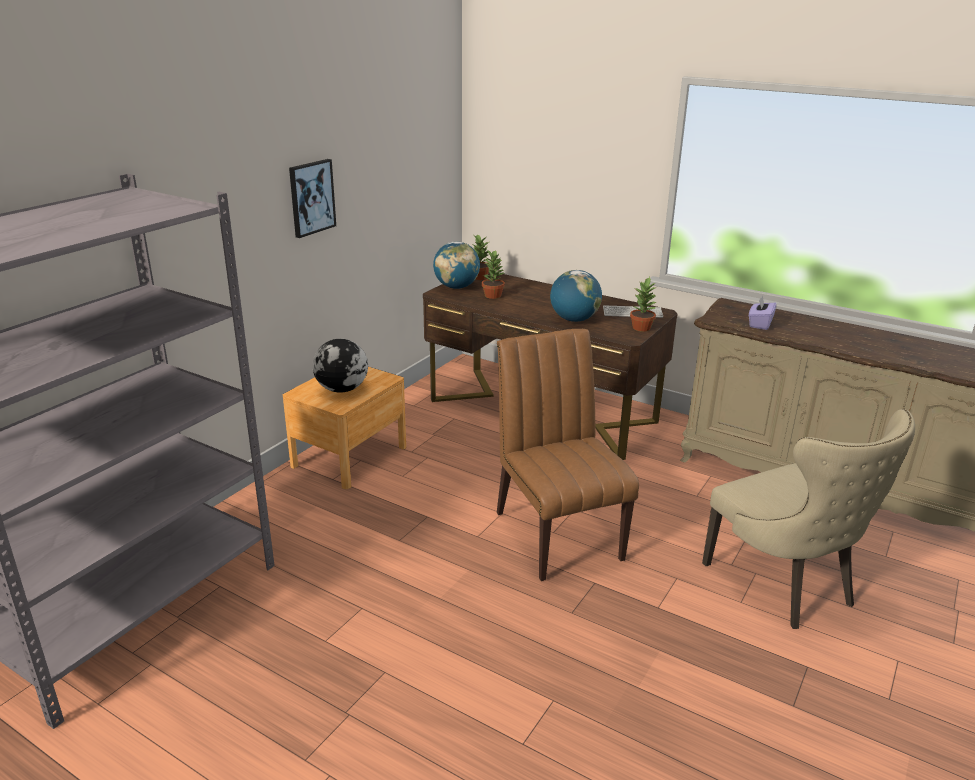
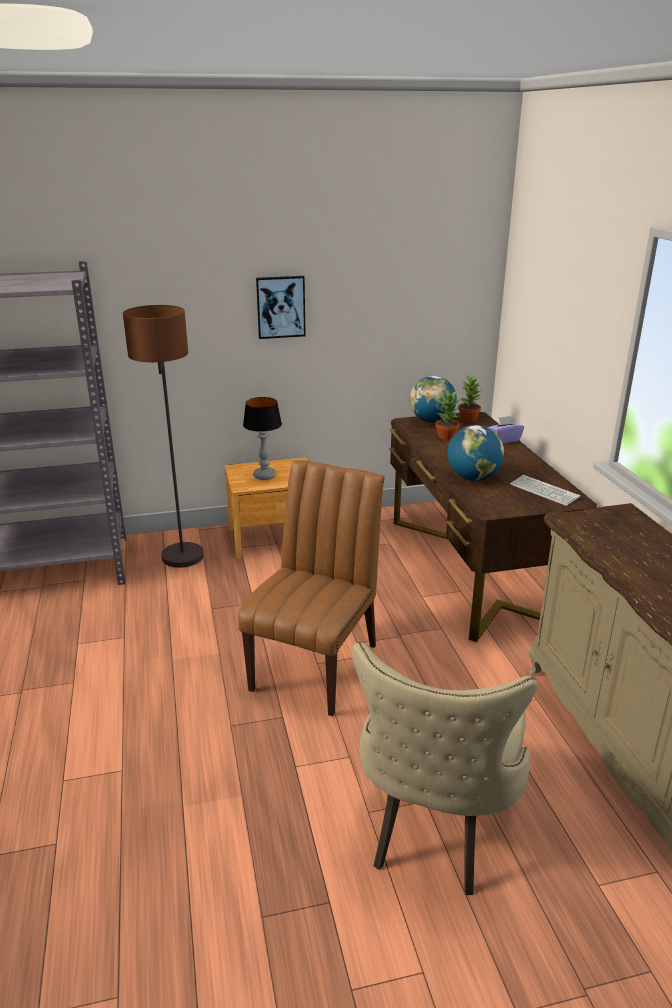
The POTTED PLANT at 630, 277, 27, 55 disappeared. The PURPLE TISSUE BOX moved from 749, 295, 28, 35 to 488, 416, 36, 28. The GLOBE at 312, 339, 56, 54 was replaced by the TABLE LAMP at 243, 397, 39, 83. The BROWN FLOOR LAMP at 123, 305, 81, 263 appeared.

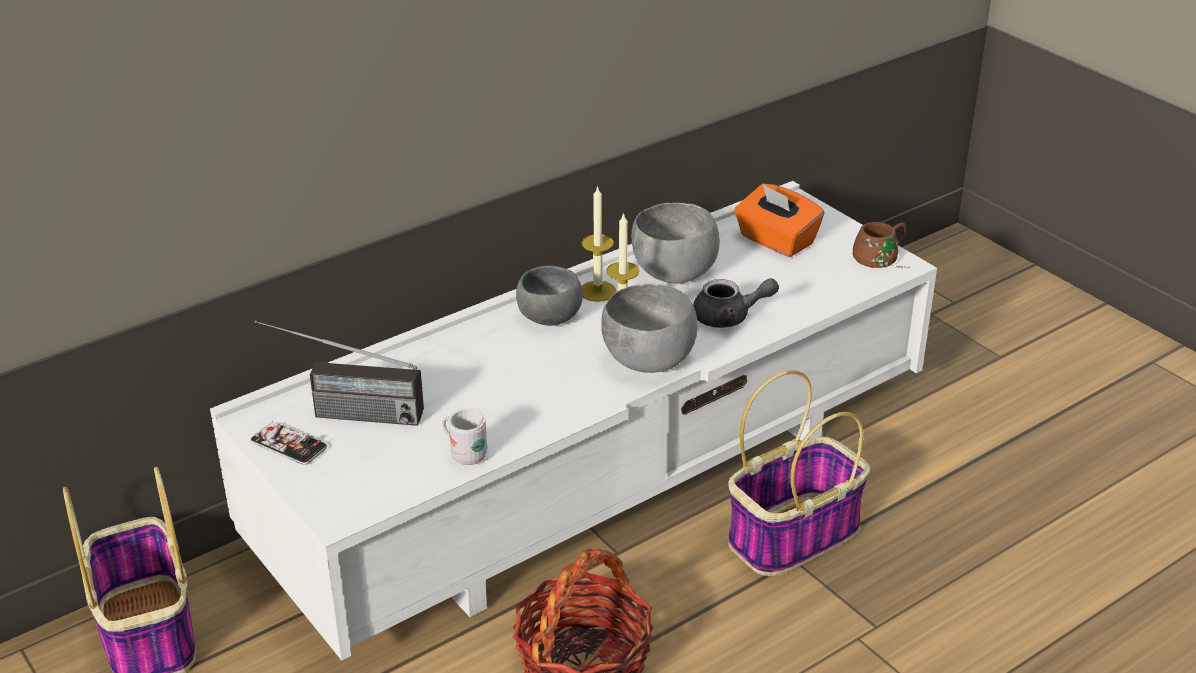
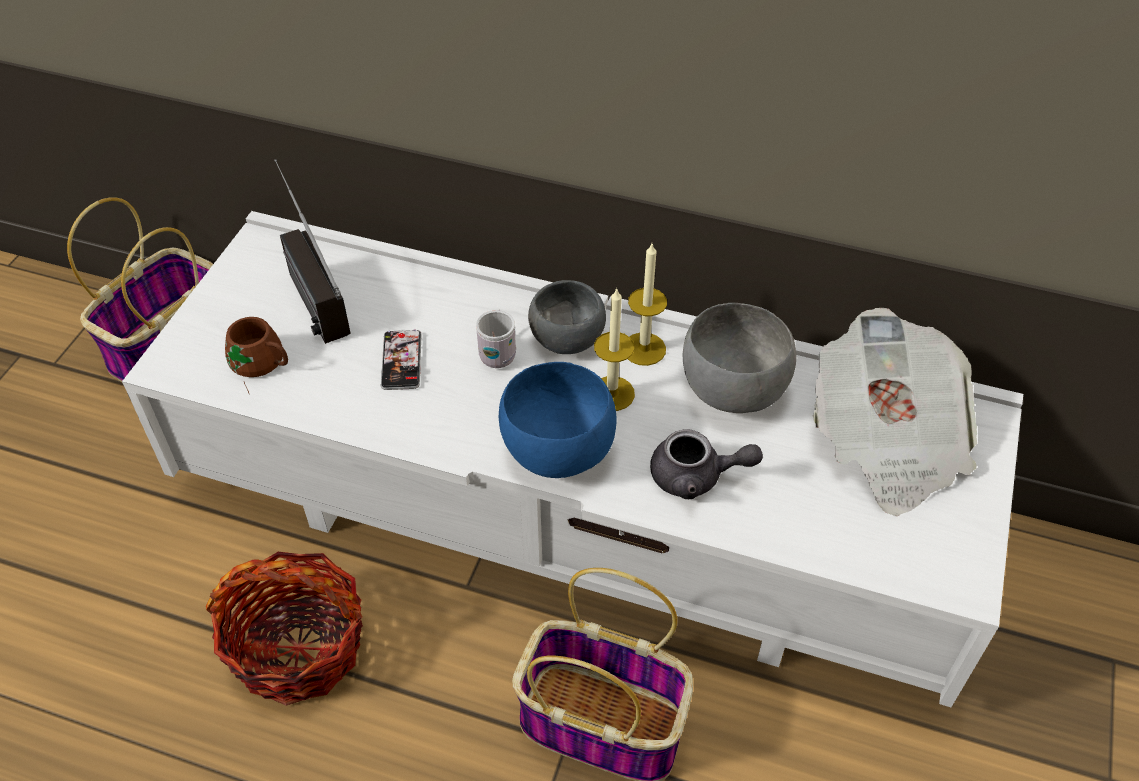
The ORANGE TISSUE BOX at 734, 184, 90, 73 was replaced by the NEWSPAPER at 813, 308, 164, 208. The BROWN MUG moved from 853, 222, 56, 46 to 225, 317, 63, 76. The GREY TEAPOT at 693, 278, 86, 50 turned 45 degrees counterclockwise. The GREY BOWL at 601, 283, 97, 90 became the BLUE BOWL at 499, 362, 118, 116. The WHITE MUG moved from 442, 408, 45, 57 to 476, 310, 40, 58. The PHONE moved from 250, 421, 77, 44 to 381, 329, 41, 61.

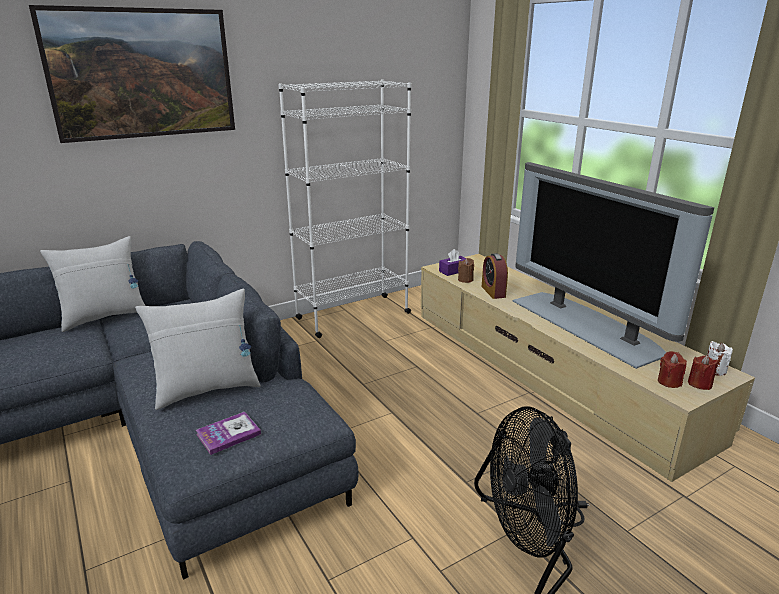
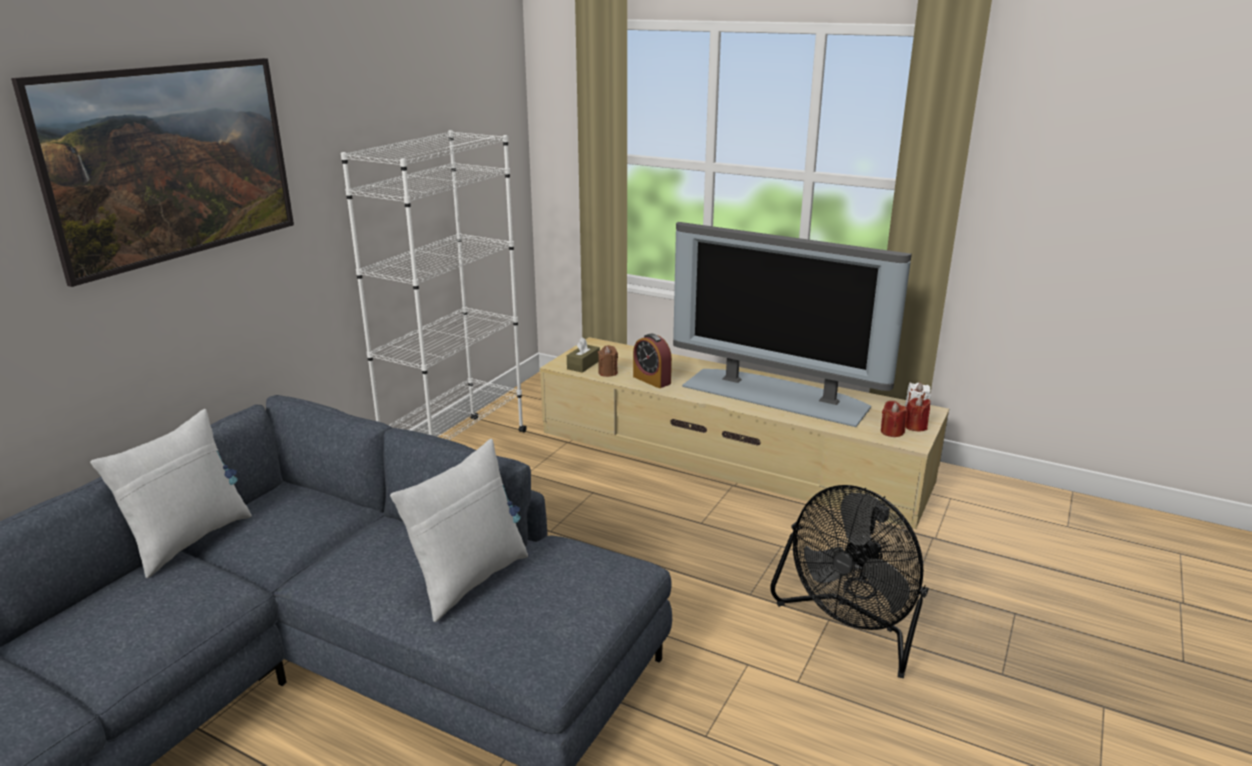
The PURPLE TISSUE BOX at 439, 249, 27, 27 became the BROWN TISSUE BOX at 567, 337, 33, 36. The BOOK at 196, 412, 65, 43 disappeared.

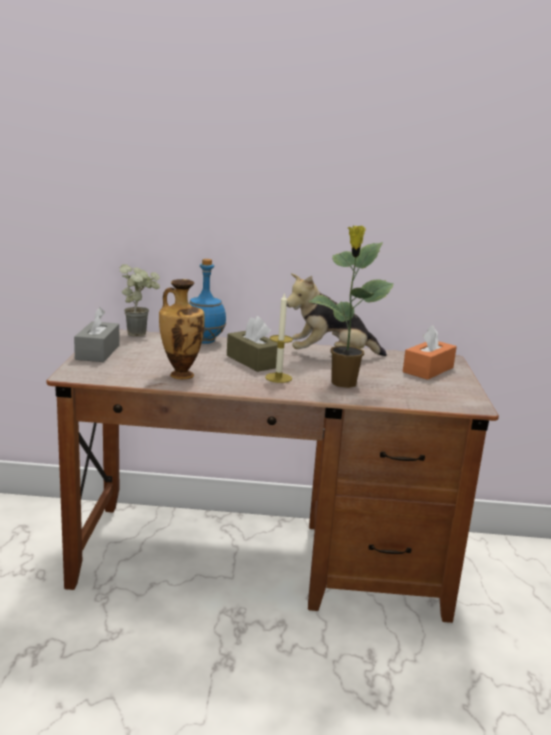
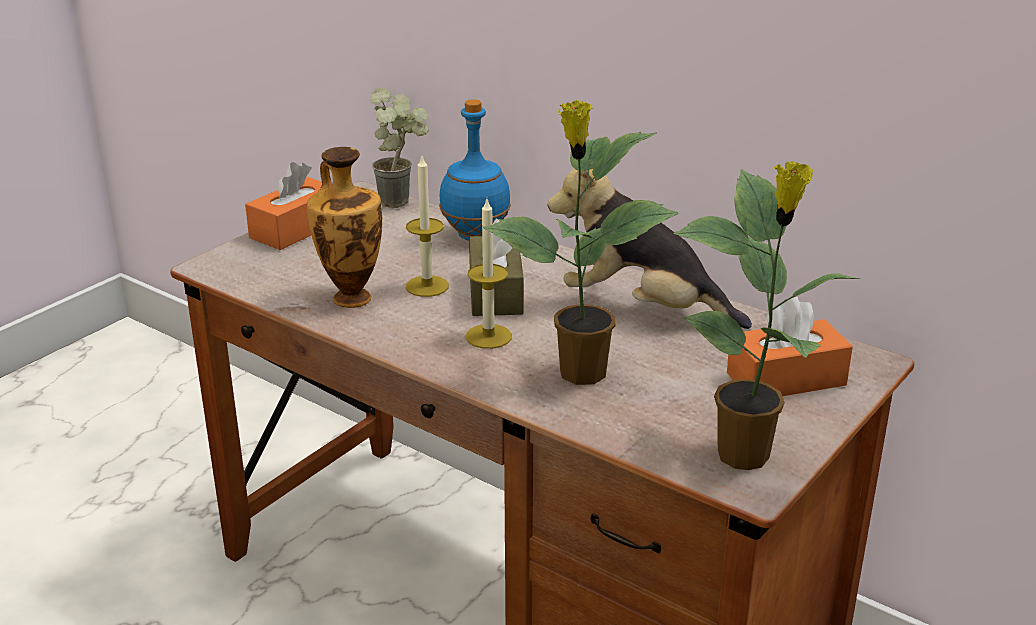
The GREY TISSUE BOX at 74, 307, 45, 55 became the ORANGE TISSUE BOX at 245, 162, 77, 88. The CANDLE at 406, 156, 43, 141 appeared. The POTTED PLANT at 673, 161, 188, 309 appeared.

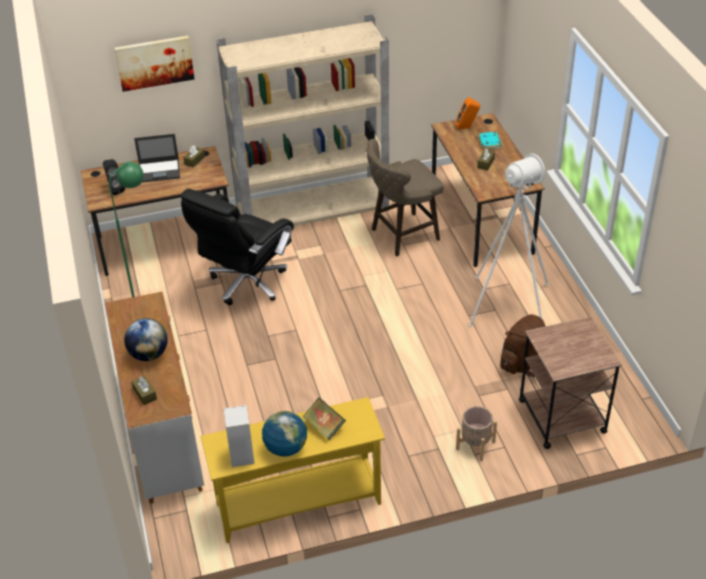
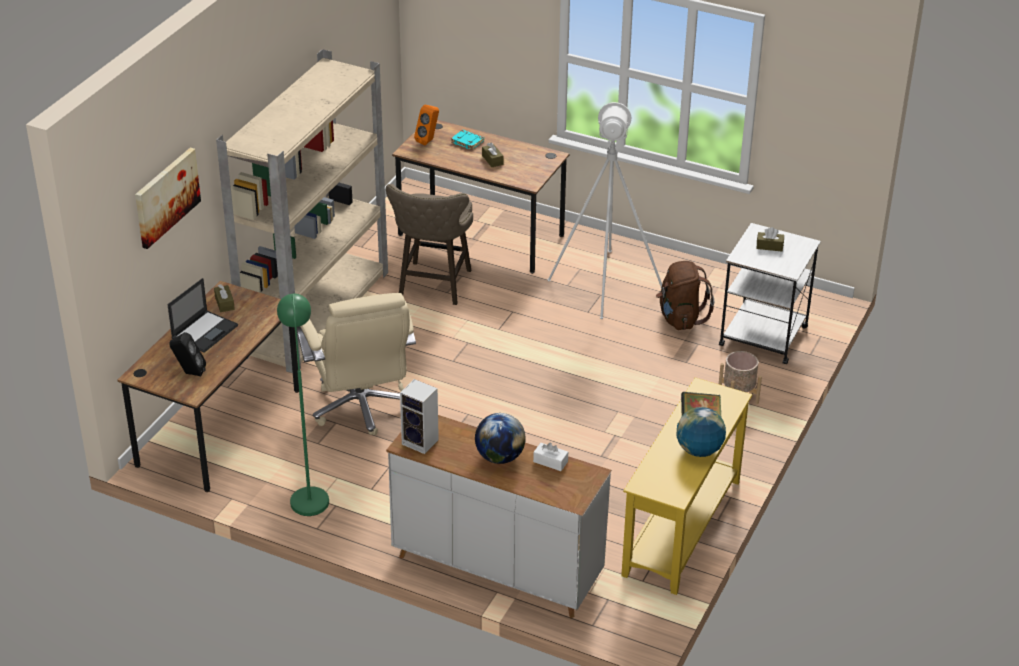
The BLACK OFFICE CHAIR at 181, 189, 113, 116 became the BEIGE OFFICE CHAIR at 297, 293, 119, 142. The BROWN CART at 519, 316, 103, 133 became the WHITE CART at 719, 223, 102, 141. The BROWN TISSUE BOX moved from 131, 376, 26, 29 to 756, 227, 28, 24. The SPEAKER moved from 223, 405, 32, 62 to 400, 379, 39, 75. The WHITE TISSUE BOX at 533, 442, 35, 29 appeared.

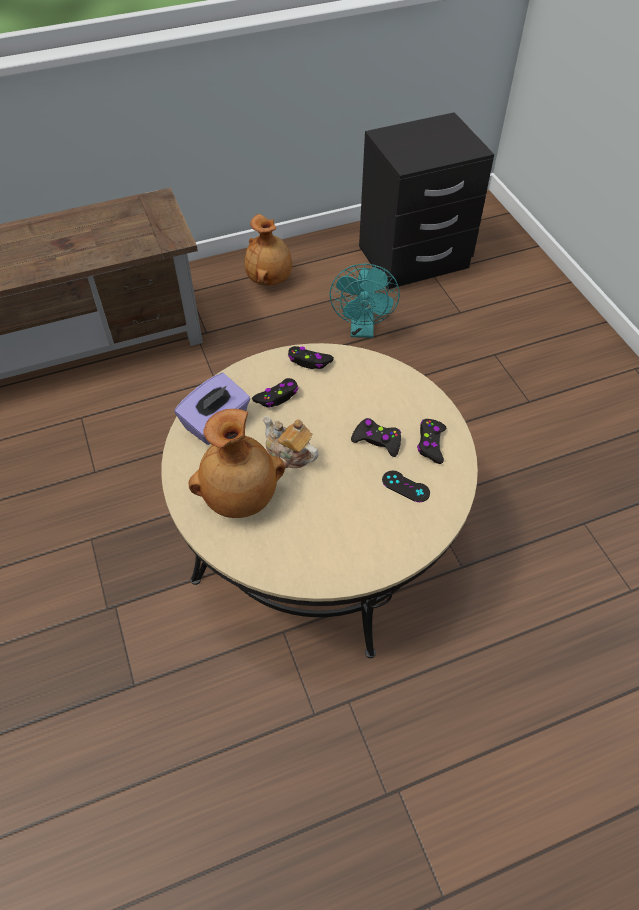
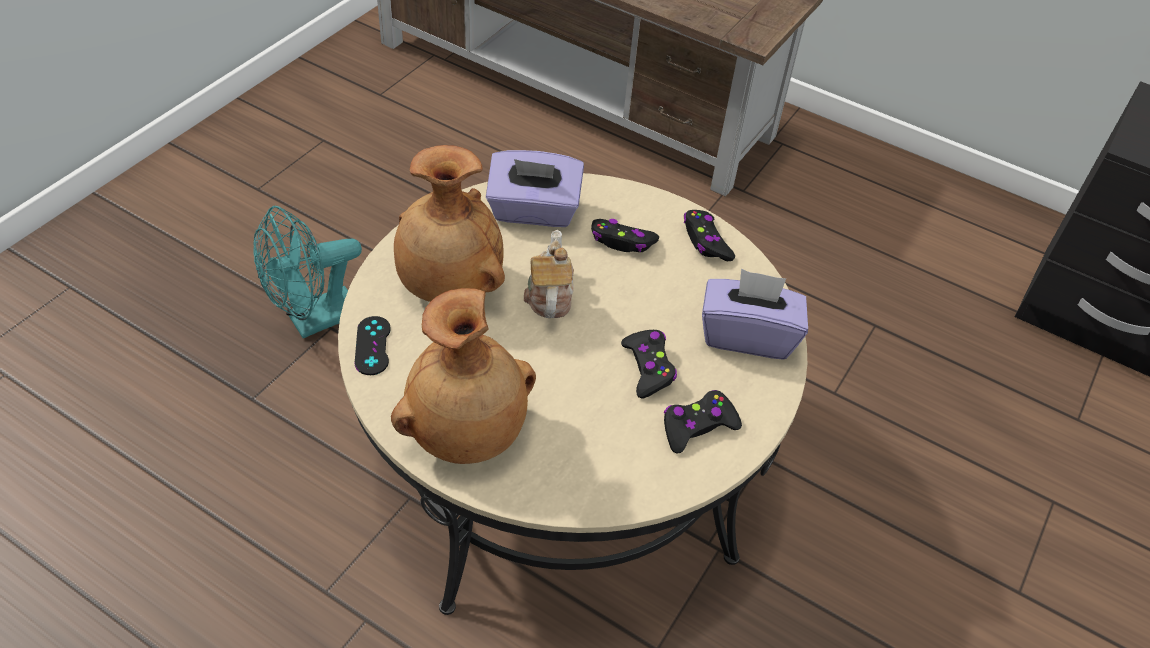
The BROWN VASE moved from 245, 214, 47, 71 to 391, 288, 145, 176. The TURQUOISE FAN moved from 329, 263, 71, 75 to 253, 206, 109, 132. The BLACK GAME CONTROLLER moved from 382, 471, 48, 31 to 355, 316, 36, 59. The PURPLE TISSUE BOX at 702, 269, 106, 91 appeared.

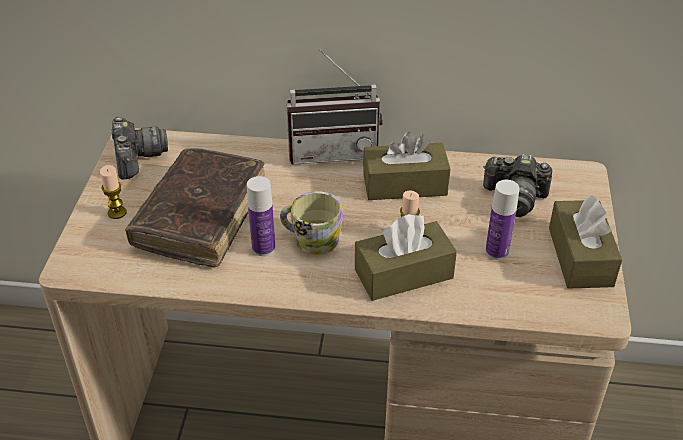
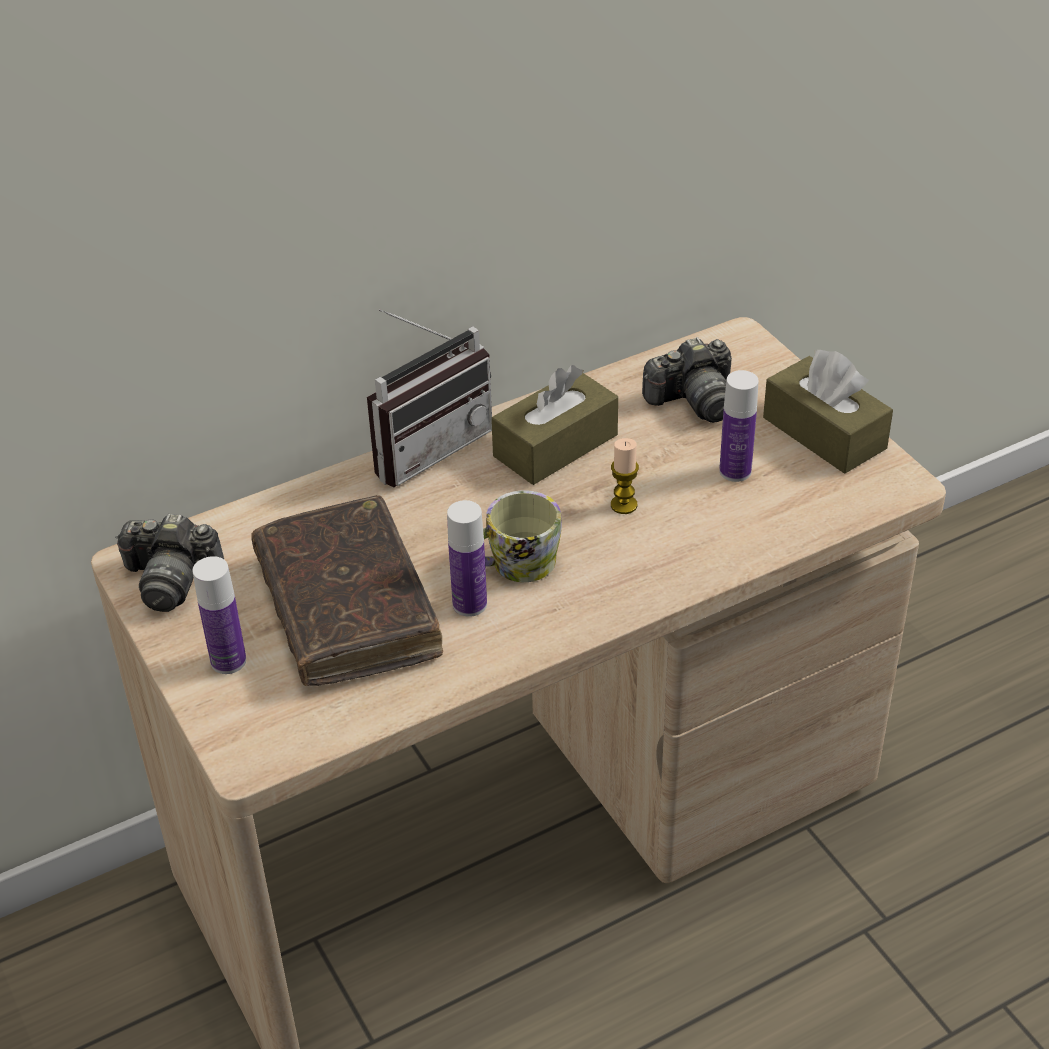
The PHOTO CAMERA at 111, 117, 57, 63 turned 150 degrees clockwise. The CANDLE at 100, 165, 27, 54 was replaced by the BOTTLE at 192, 556, 54, 118. The BROWN TISSUE BOX at 355, 214, 102, 87 disappeared.

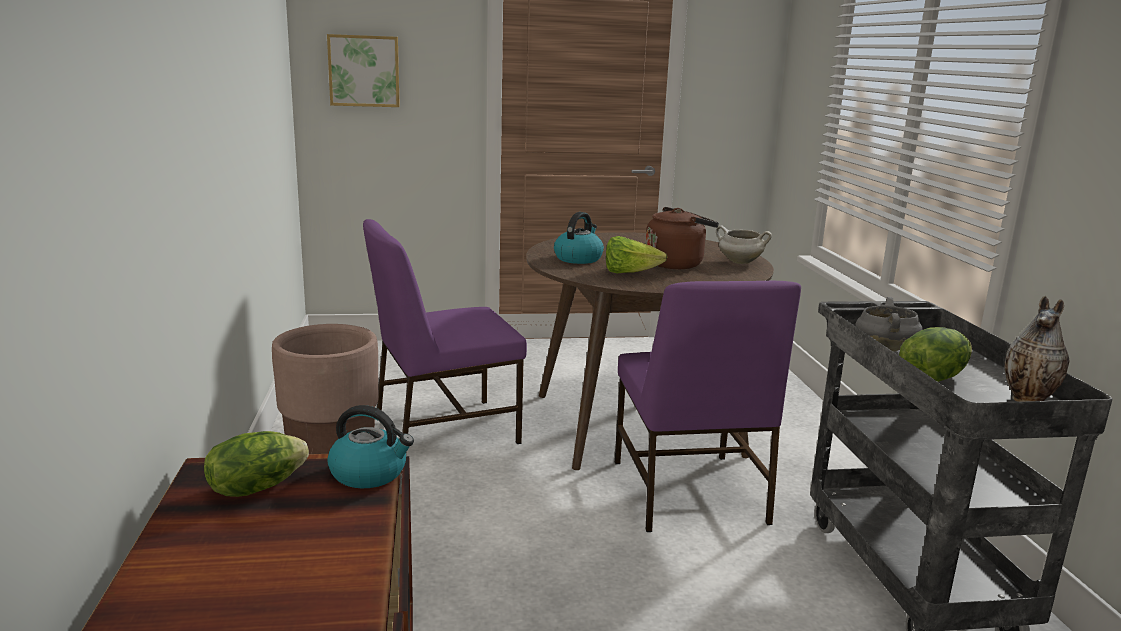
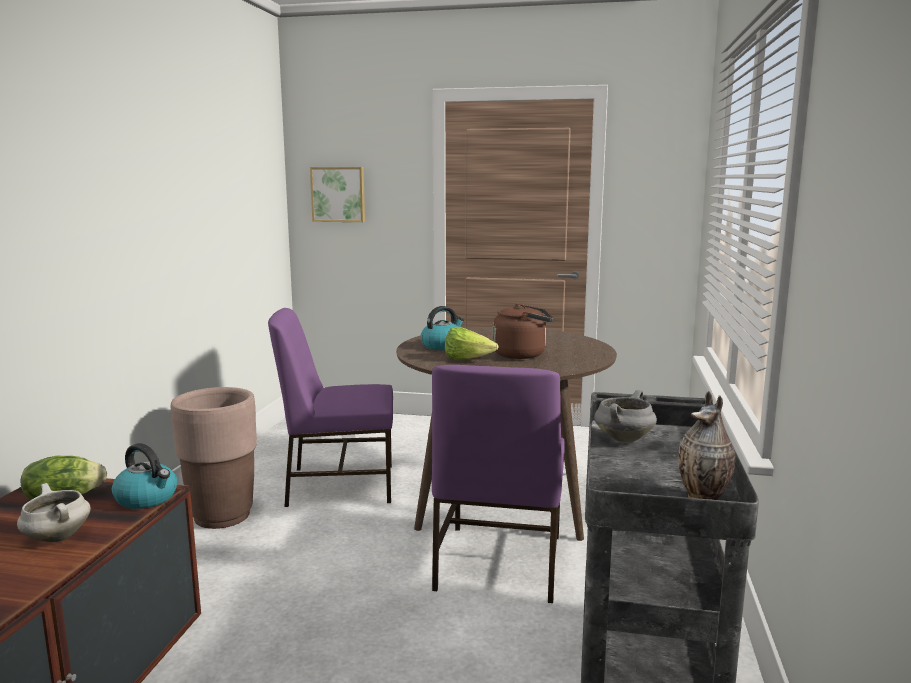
The WHITE COOKING POT moved from 716, 225, 56, 39 to 17, 483, 74, 60. The LETTUCE at 899, 327, 73, 55 disappeared.

